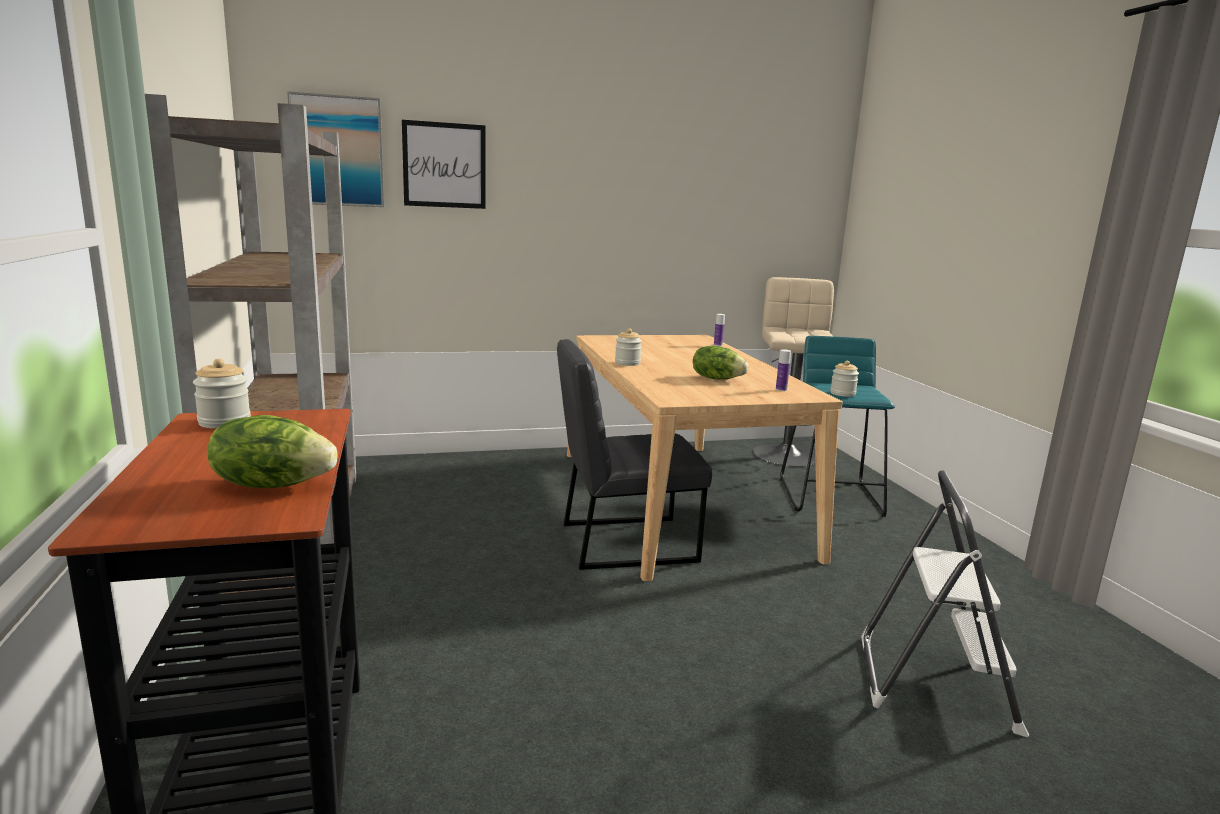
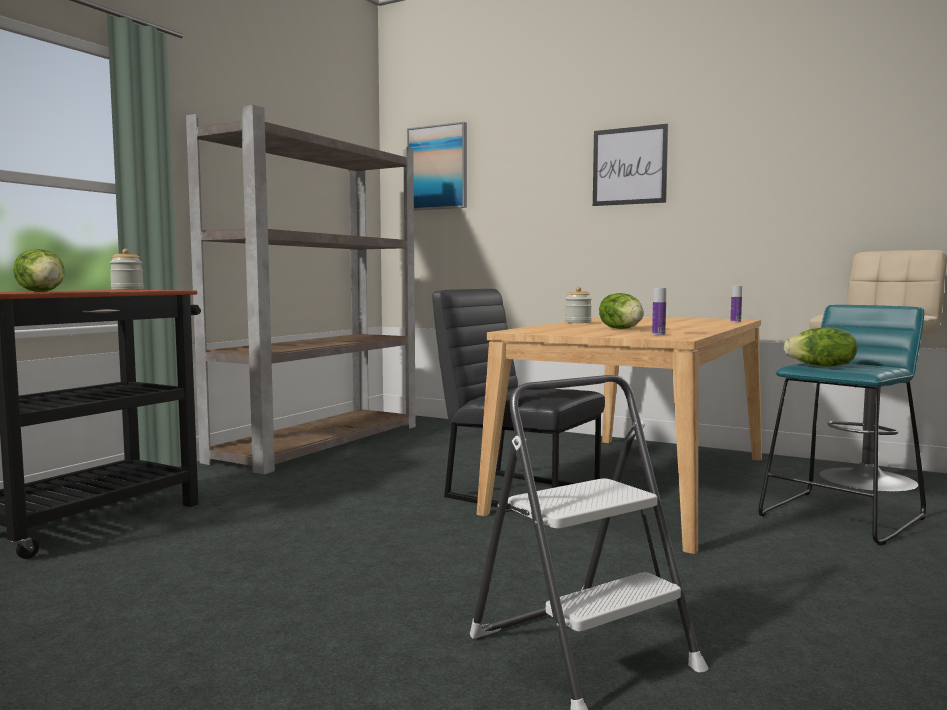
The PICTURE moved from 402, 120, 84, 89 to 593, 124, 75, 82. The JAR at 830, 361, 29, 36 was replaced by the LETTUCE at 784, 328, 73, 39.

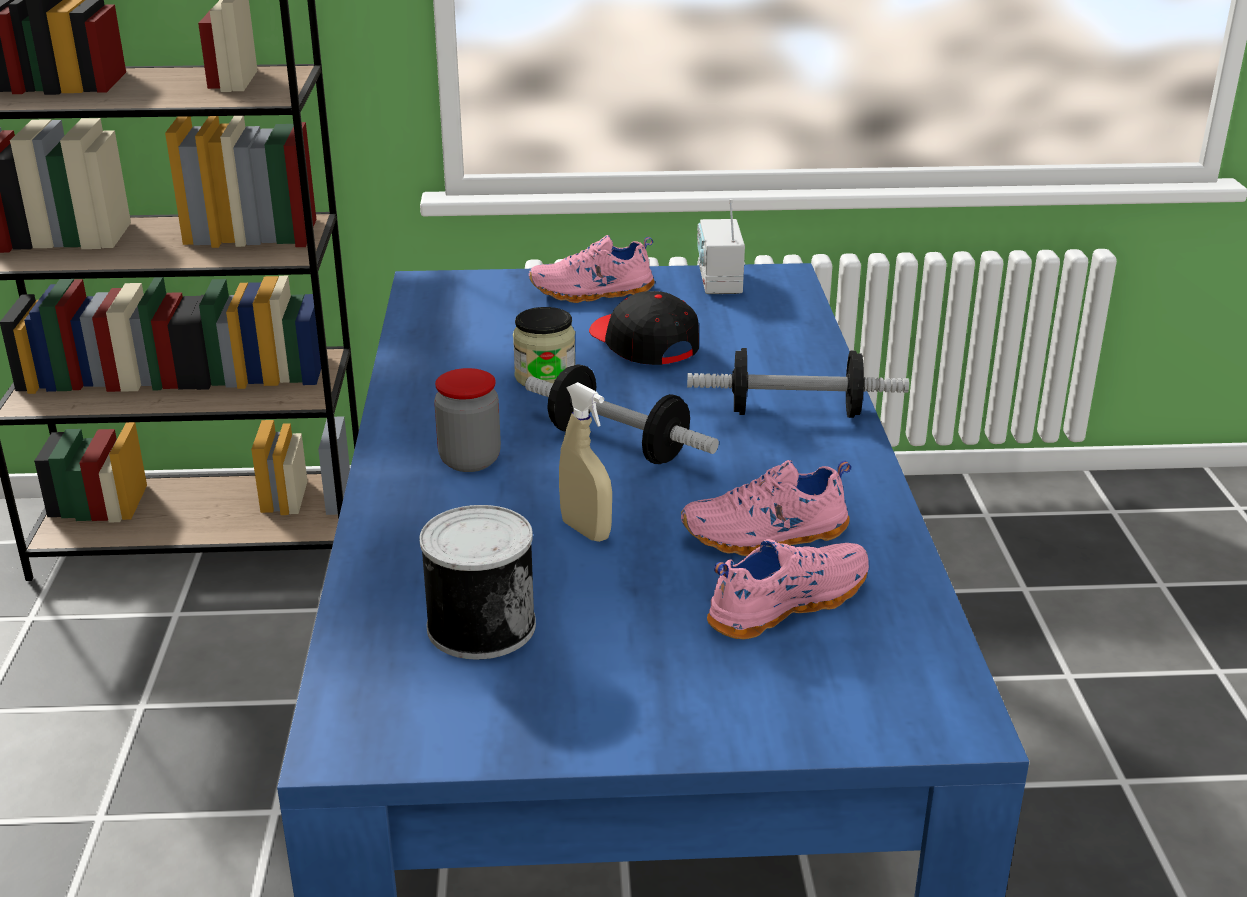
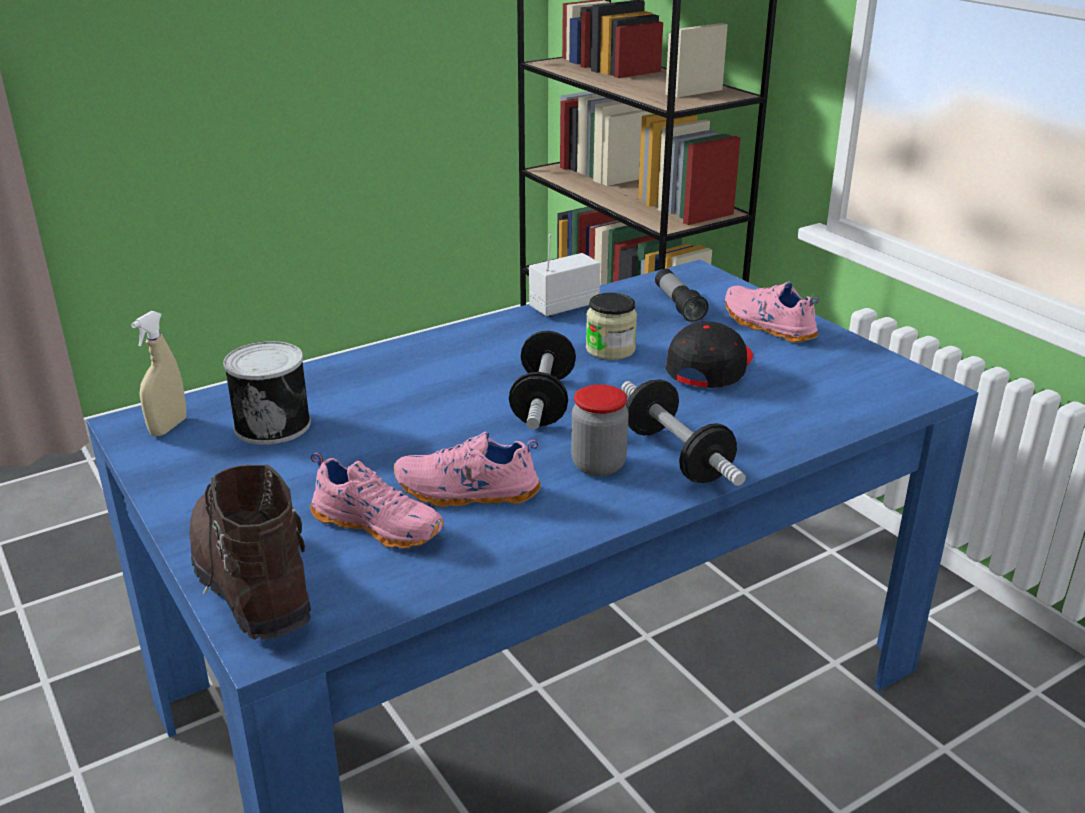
The RADIO moved from 697, 199, 48, 95 to 529, 234, 71, 83. The JAR moved from 434, 368, 67, 104 to 571, 384, 58, 92. The BEIGE SPRAY BOTTLE moved from 559, 382, 53, 160 to 131, 311, 55, 125. The PINK SHOE at 681, 460, 170, 96 turned 45 degrees counterclockwise. The FLASHLIGHT at 655, 269, 53, 53 appeared. The BROWN BOOT at 189, 464, 122, 175 appeared.

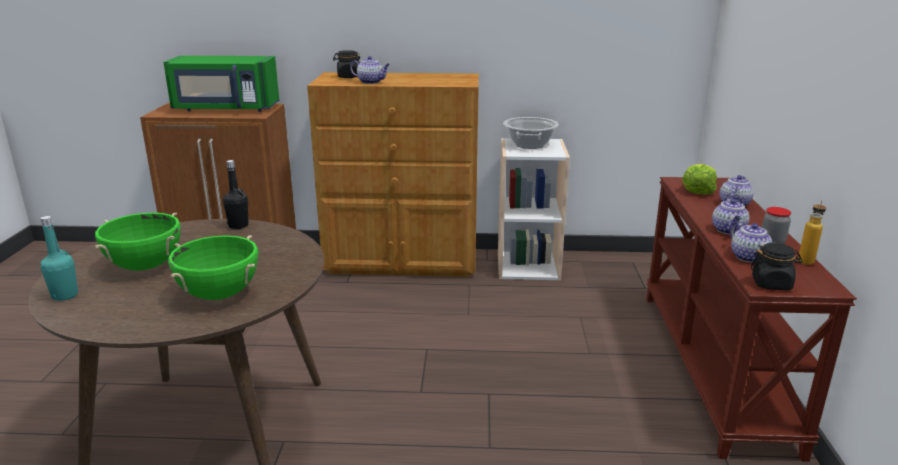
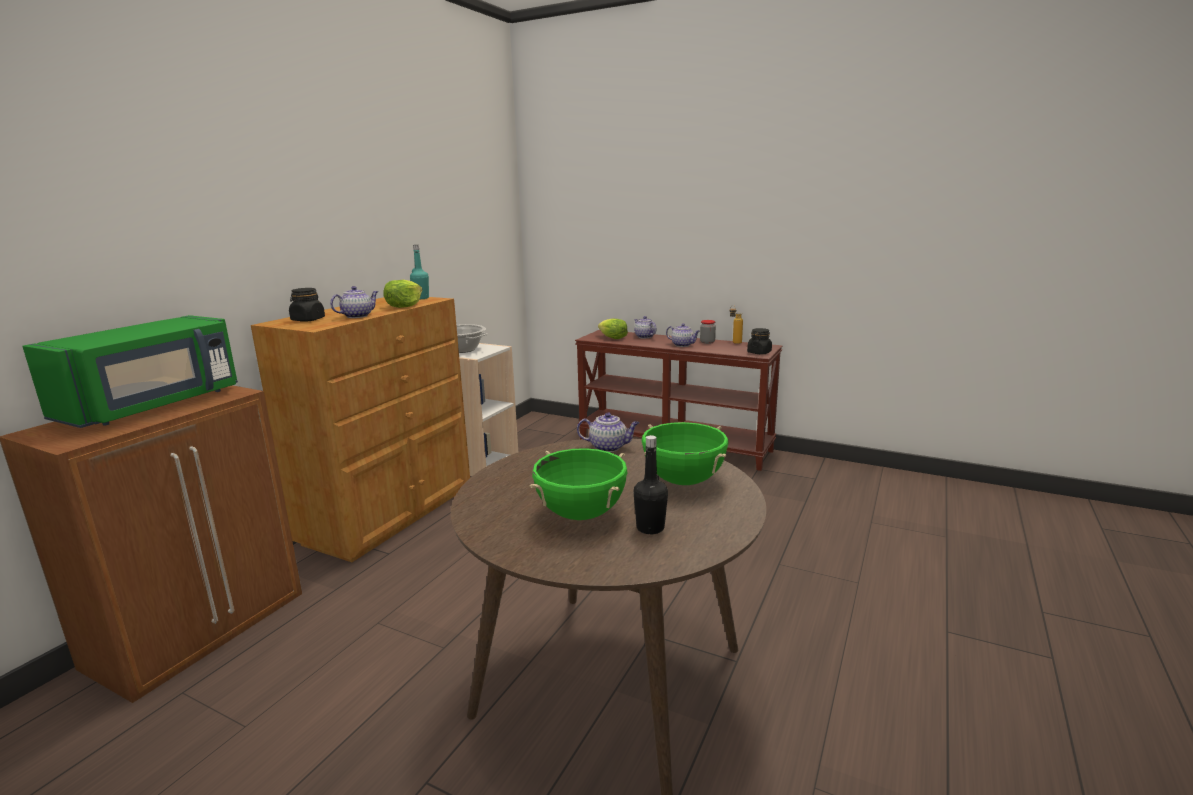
The BLACK BOTTLE moved from 223, 160, 26, 69 to 634, 435, 34, 100. The TURQUOISE BOTTLE moved from 40, 216, 38, 85 to 410, 245, 19, 54. The TEAPOT moved from 730, 221, 45, 42 to 577, 412, 62, 40. The LETTUCE at 383, 280, 40, 28 appeared.

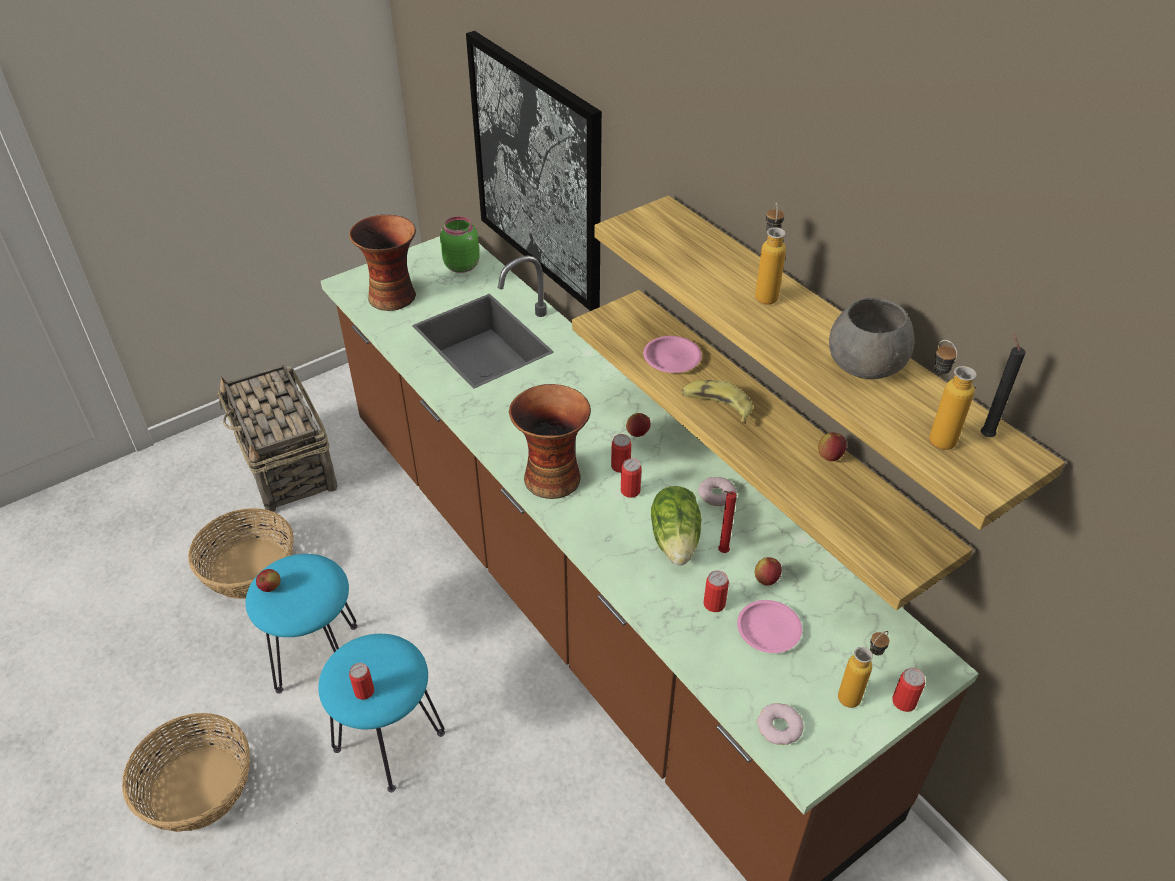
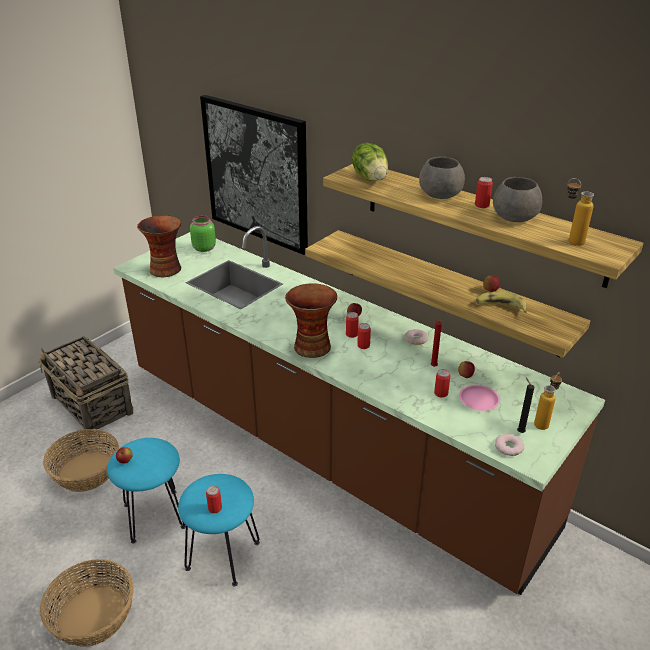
The BOTTLE at 755, 203, 31, 102 was replaced by the GREY BOWL at 419, 157, 46, 42. The BLACK CANDLE moved from 981, 332, 45, 105 to 517, 378, 17, 55. The PINK PLATE at 643, 336, 59, 37 disappeared. The BANANA moved from 682, 380, 71, 44 to 476, 291, 51, 22. The LETTUCE moved from 651, 486, 51, 80 to 352, 143, 36, 38. The CAN moved from 892, 668, 33, 44 to 475, 177, 18, 31.

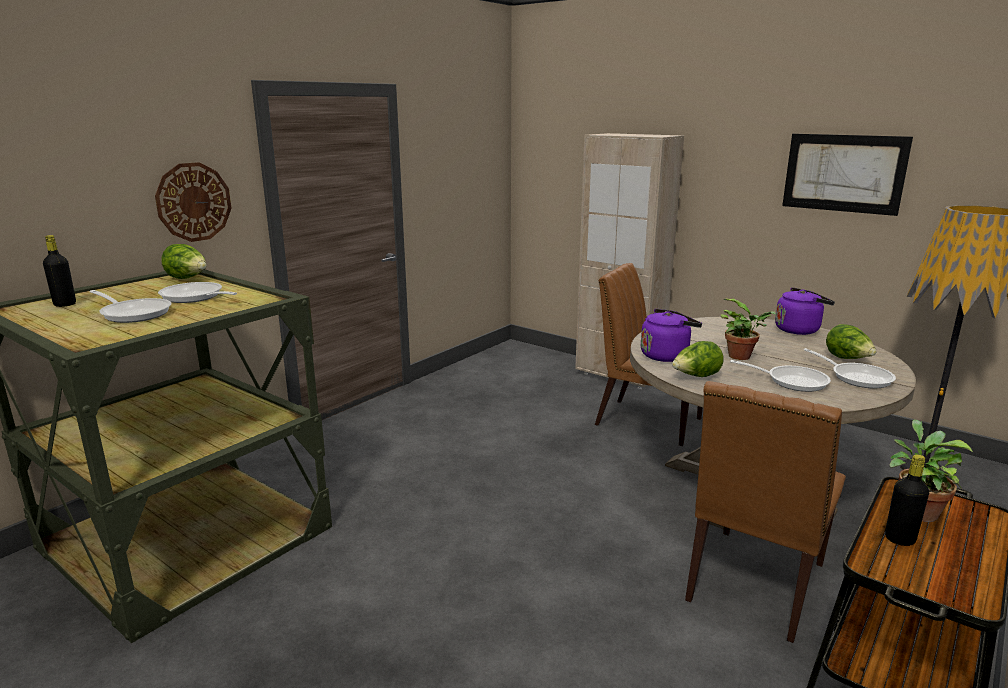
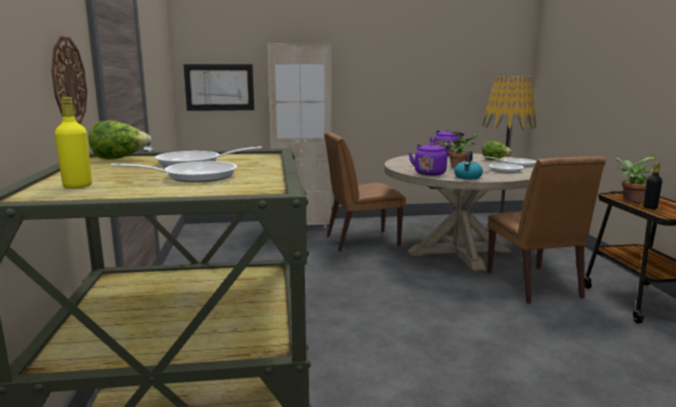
The PICTURE moved from 782, 134, 131, 82 to 184, 64, 70, 47. The BLACK BOTTLE at 43, 235, 33, 72 became the YELLOW BOTTLE at 55, 97, 37, 91. The LETTUCE at 672, 341, 52, 36 was replaced by the KETTLE at 454, 151, 29, 28.

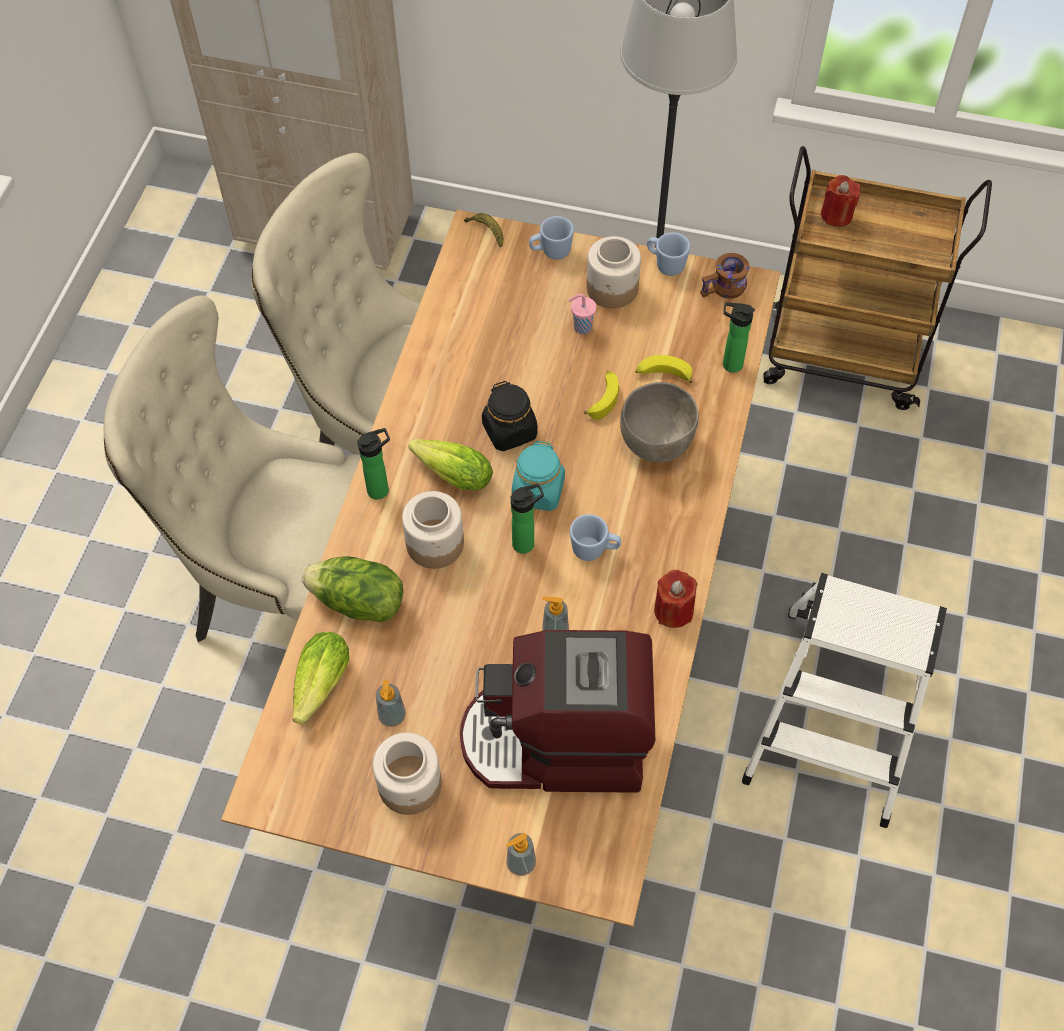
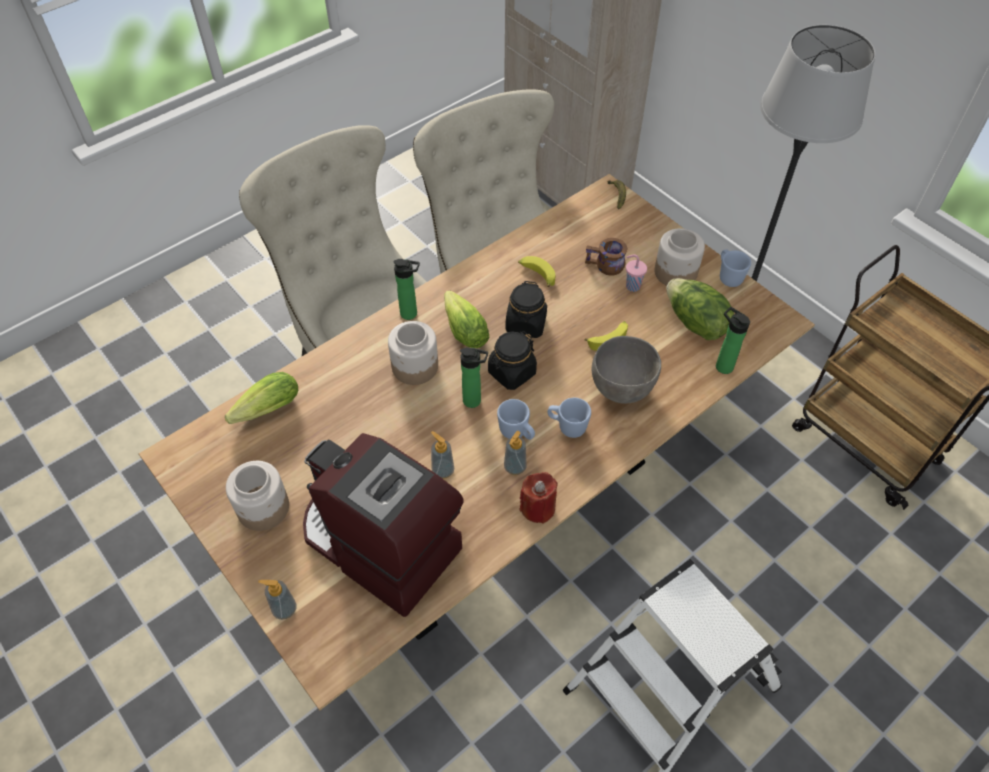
The RED CANDLE at 821, 175, 40, 52 disappeared. The BLUE MUG moved from 529, 216, 45, 44 to 547, 398, 44, 40. The BROWN MUG moved from 700, 253, 50, 46 to 585, 238, 42, 38. The BANANA moved from 635, 355, 57, 28 to 518, 256, 37, 31. The TURQUOISE JAR at 512, 440, 53, 71 became the BLACK JAR at 488, 331, 49, 59. The LETTUCE moved from 302, 556, 101, 67 to 666, 278, 68, 62. The SOAP DISPENSER moved from 376, 680, 30, 47 to 504, 431, 23, 44.

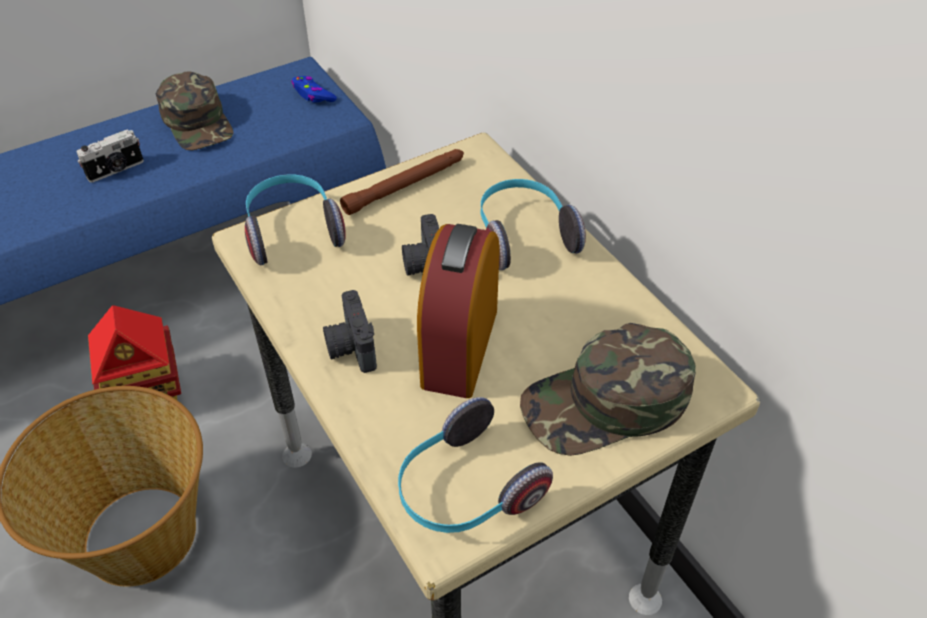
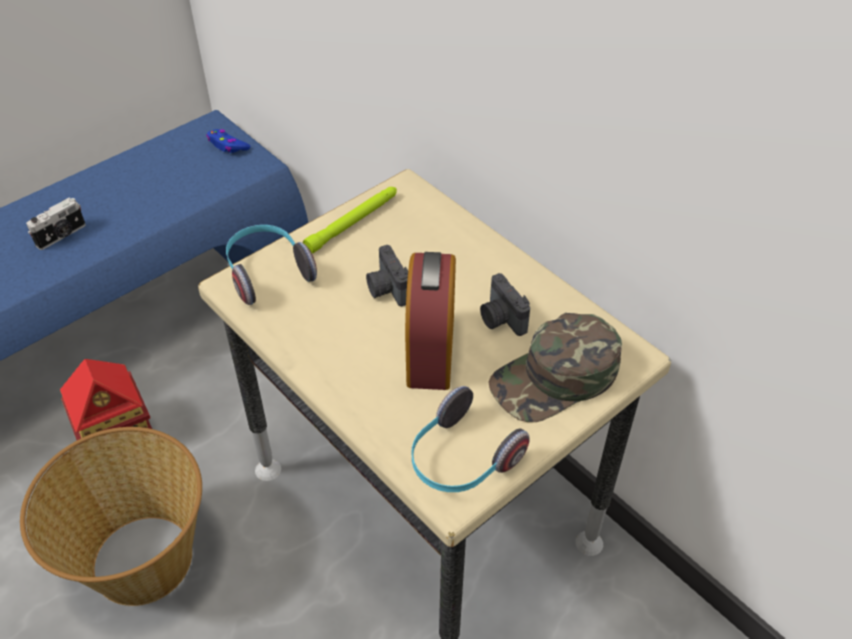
The GREEN CAP at 156, 72, 78, 79 disappeared. The BROWN FLASHLIGHT at 340, 149, 124, 66 became the GREEN FLASHLIGHT at 303, 187, 94, 66. The HEADPHONES at 481, 179, 105, 91 disappeared. The PHOTO CAMERA moved from 323, 290, 54, 83 to 480, 273, 50, 63.

